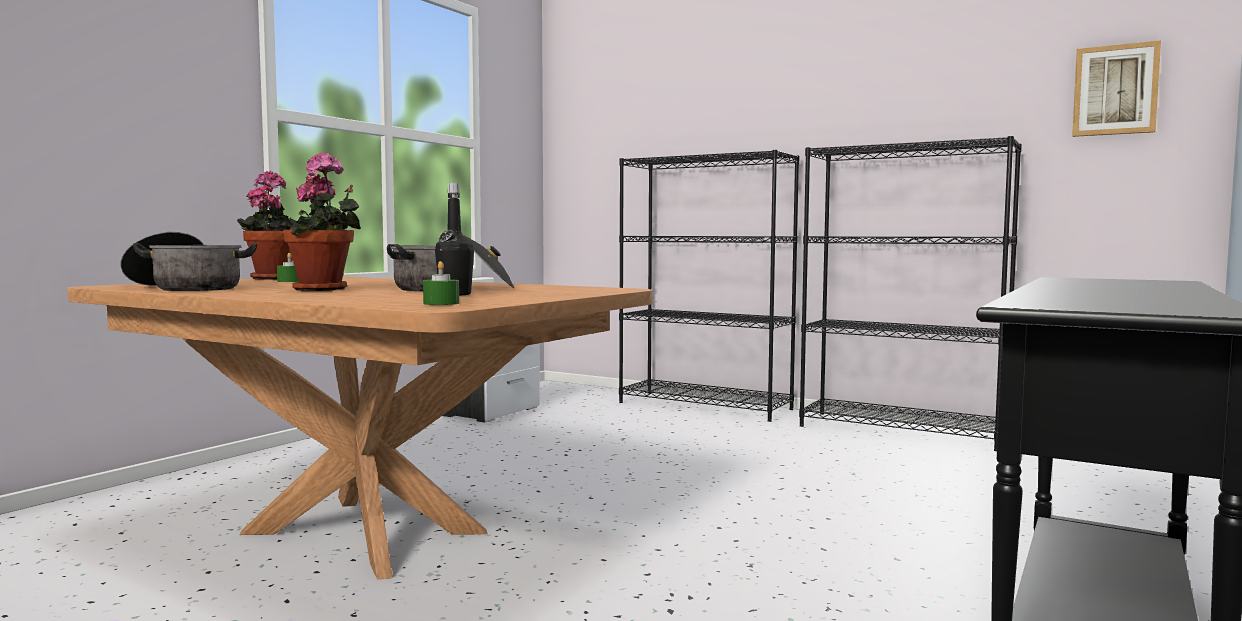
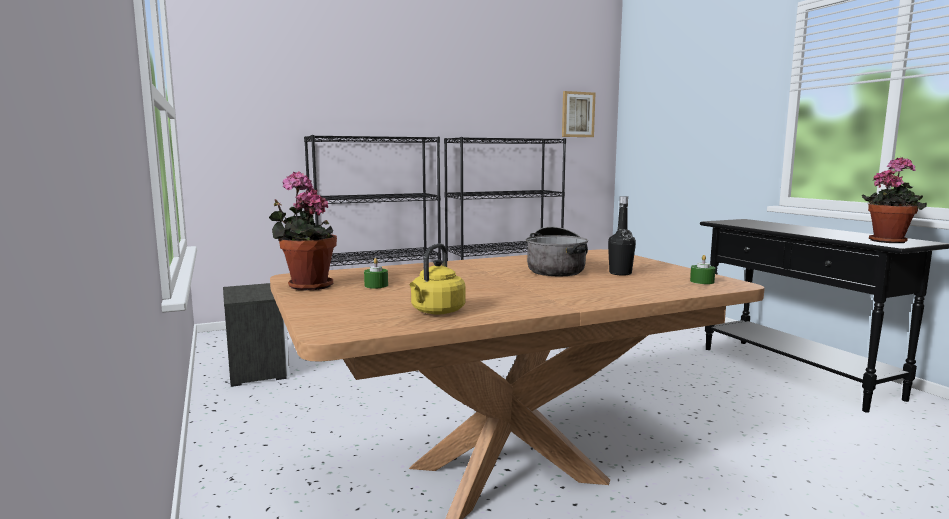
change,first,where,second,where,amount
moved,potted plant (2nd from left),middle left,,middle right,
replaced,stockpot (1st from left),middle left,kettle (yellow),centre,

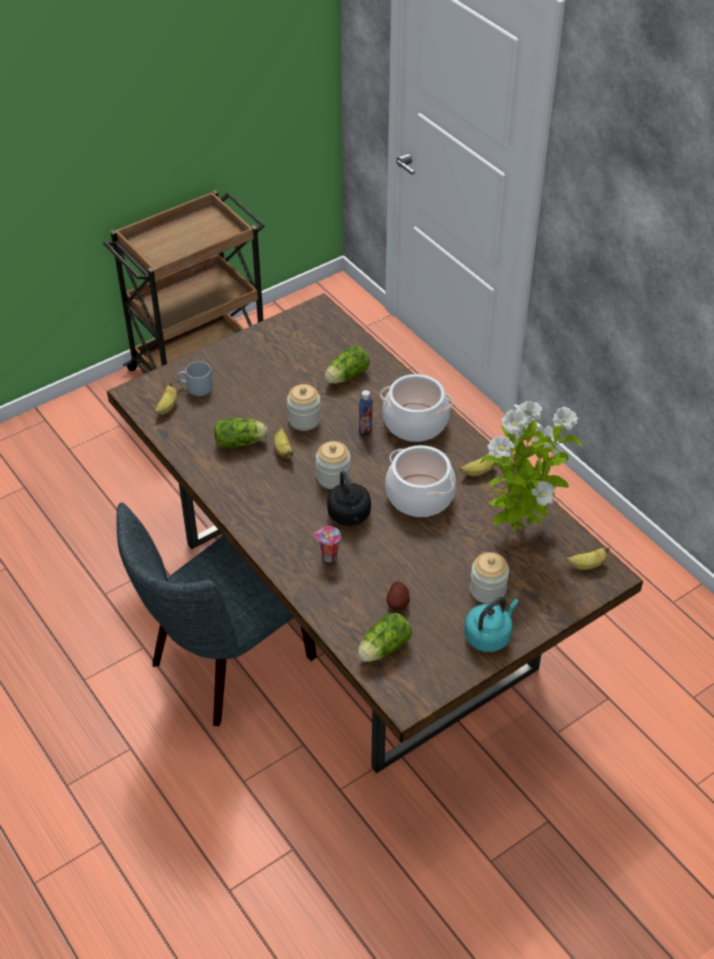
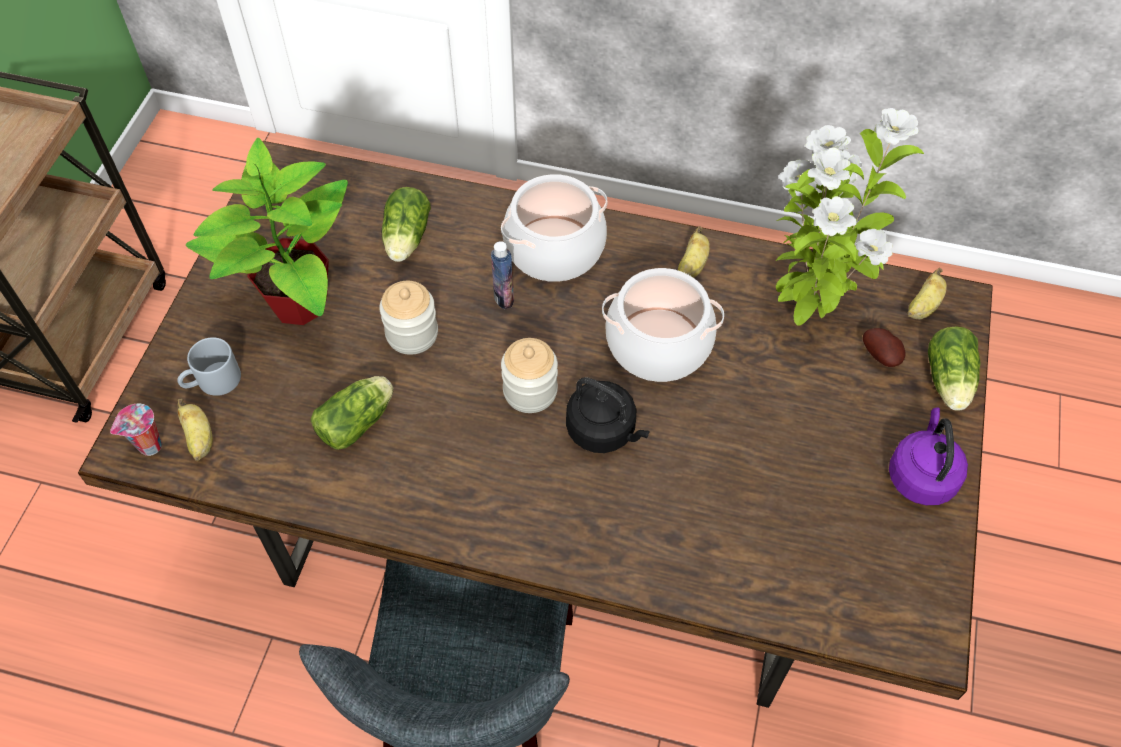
change,first,where,second,where,amount
removed,whole banana (2nd from left),centre,,,
removed,jar (3rd from left),middle right,,,
added,,,potted plant (1st from left),top left,
moved,cup,centre,,middle left,
moved,lettuce (3rd from left),centre,,middle right,
moved,whole potato,centre,,middle right,
recoloured,kettle (turquoise),middle right,kettle (purple),middle right,

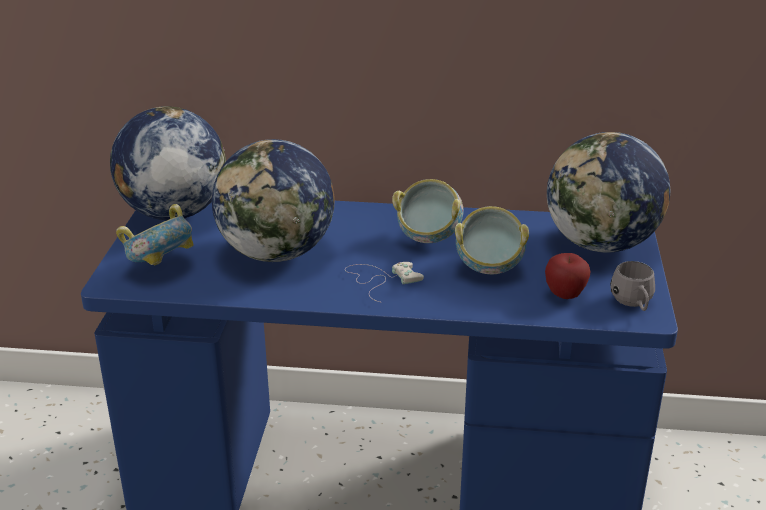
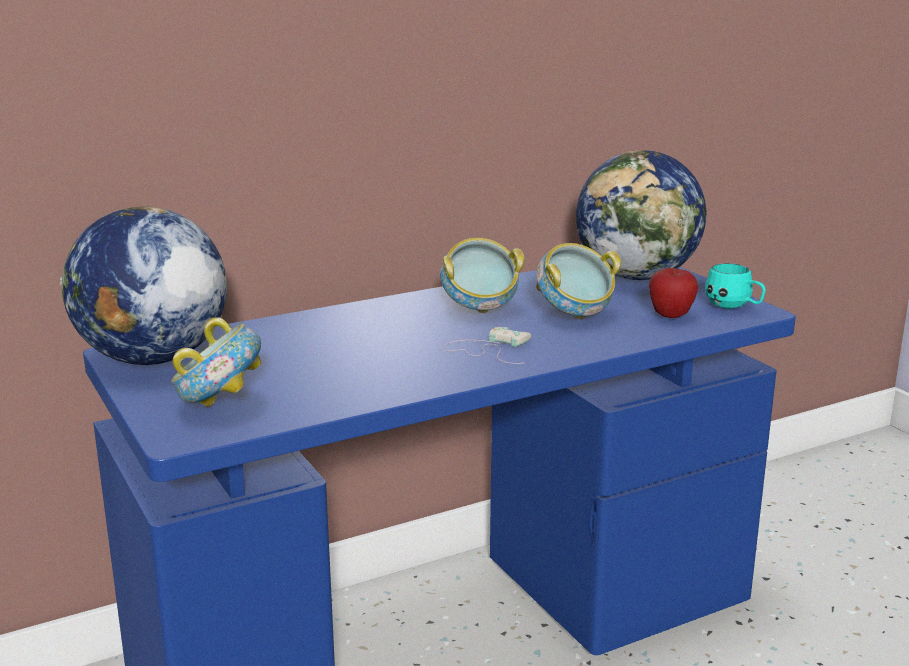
change,first,where,second,where,amount
removed,desk globe (2nd from left),centre,,,
recoloured,coffee mug (greyish),middle right,coffee mug (turquoise),middle right,

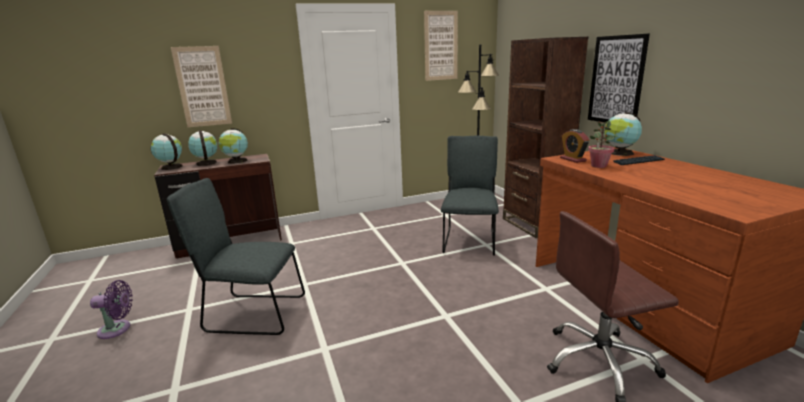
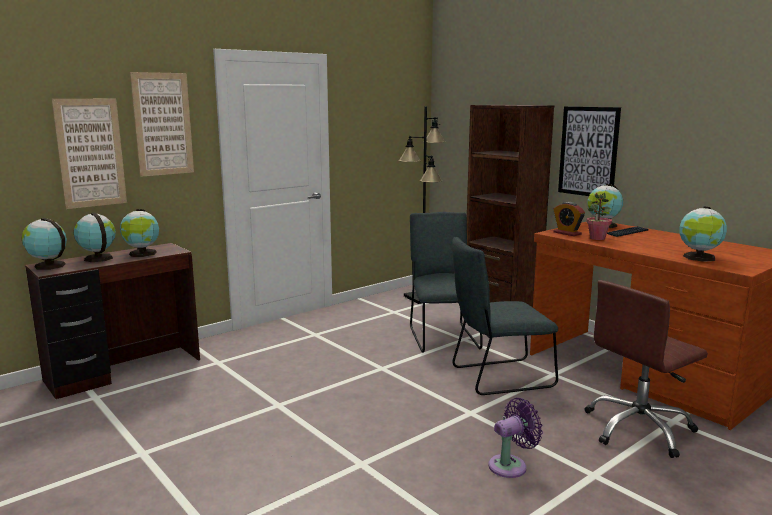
change,first,where,second,where,amount
added,,,desk globe (5th from left),middle right,
moved,fan (purple),bottom left,,bottom right,
moved,upright chair (greyish) (1st from left in the first image),middle left,upright chair (greyish) (2nd from left),centre,
moved,wall art (2nd from left),top centre,,top left,

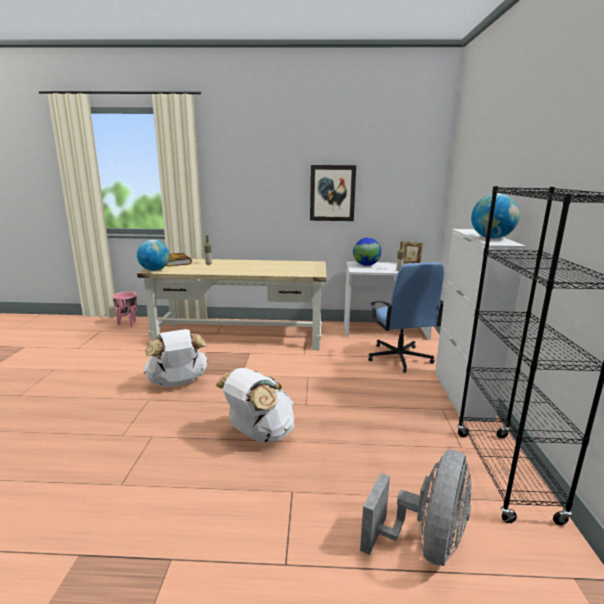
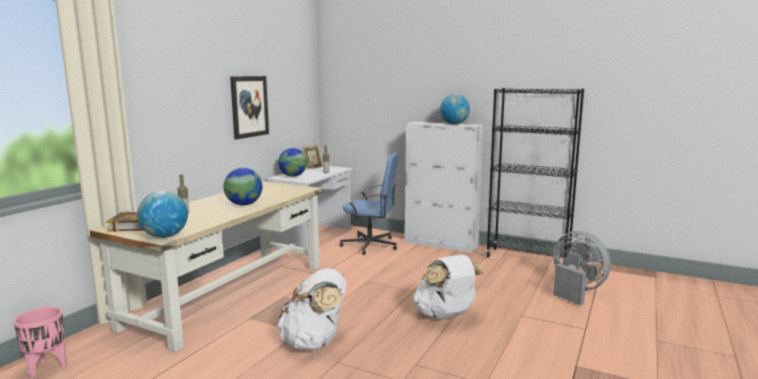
change,first,where,second,where,amount
added,,,desk globe (2nd from left),middle left,

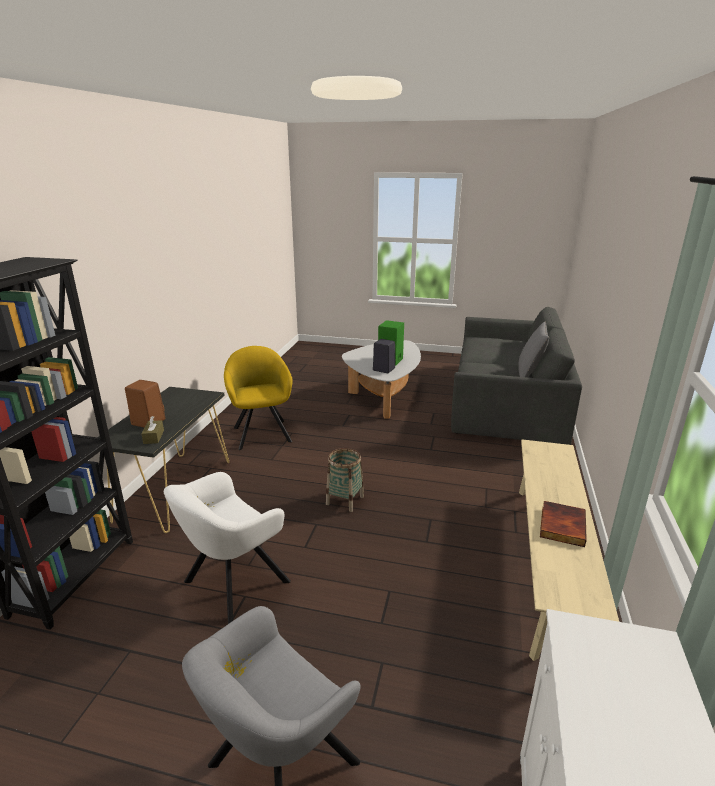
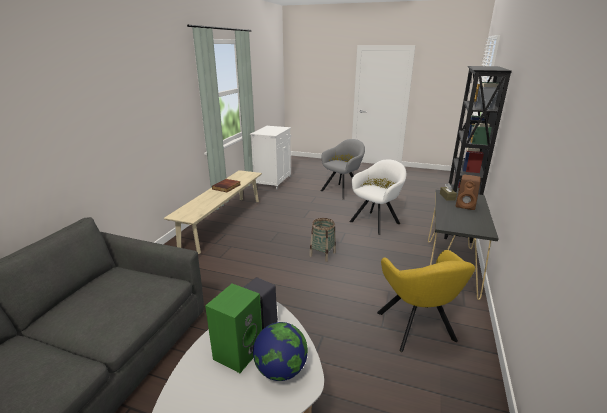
change,first,where,second,where,amount
removed,throw pillow (greyish),middle right,,,
added,,,desk globe,bottom centre,

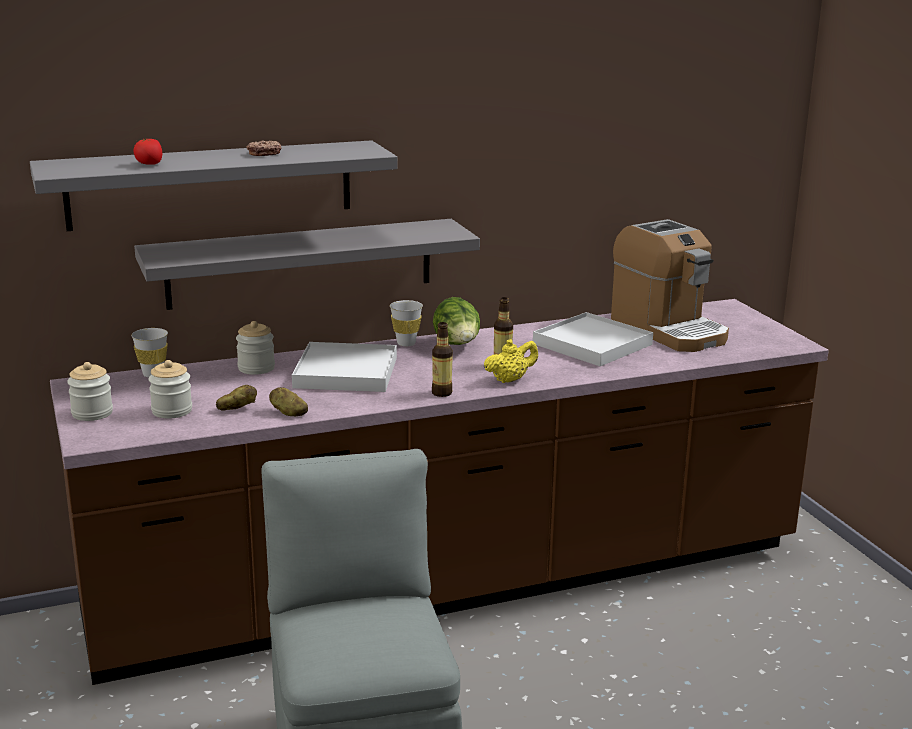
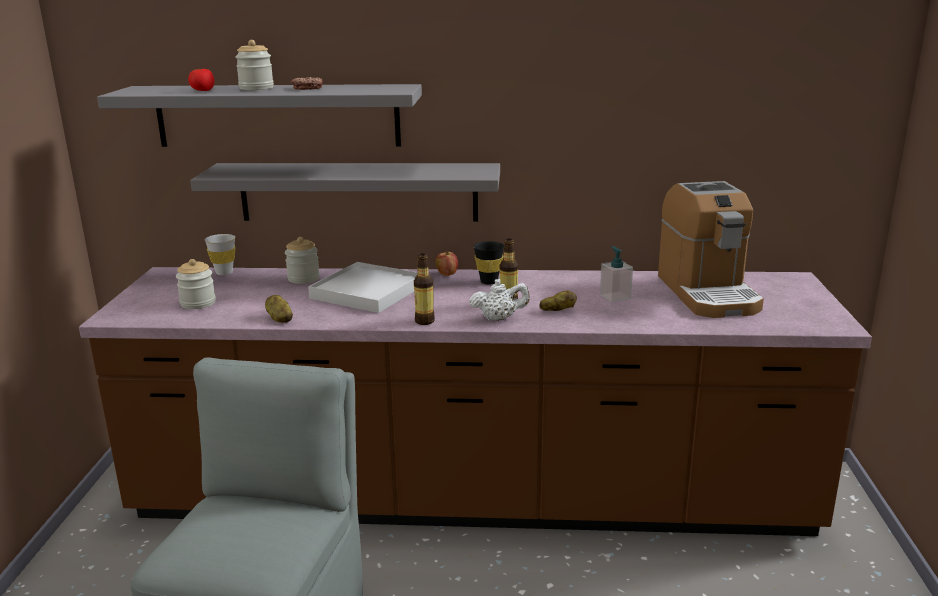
change,first,where,second,where,amount
moved,jar (1st from left in the first image),middle left,jar (2nd from left),top left,
moved,whole potato (1st from left in the first image),middle left,whole potato (2nd from left),centre,
replaced,cup (white) (2nd from left),centre,apple fruit,centre,
replaced,lettuce,centre,cup (black-coloured),centre,
replaced,tray (white) (2nd from left),centre,liquid soap bottle,centre,
recoloured,tea pot (yellow),centre,tea pot (white),centre,

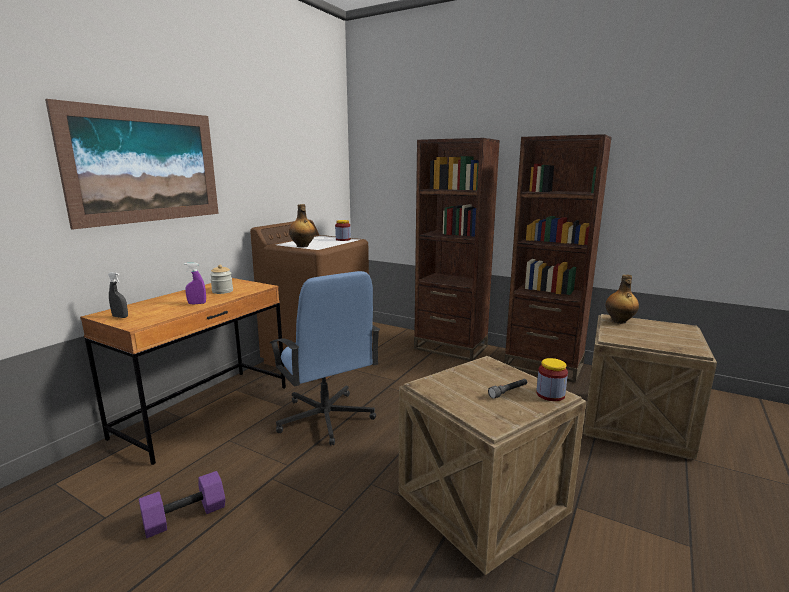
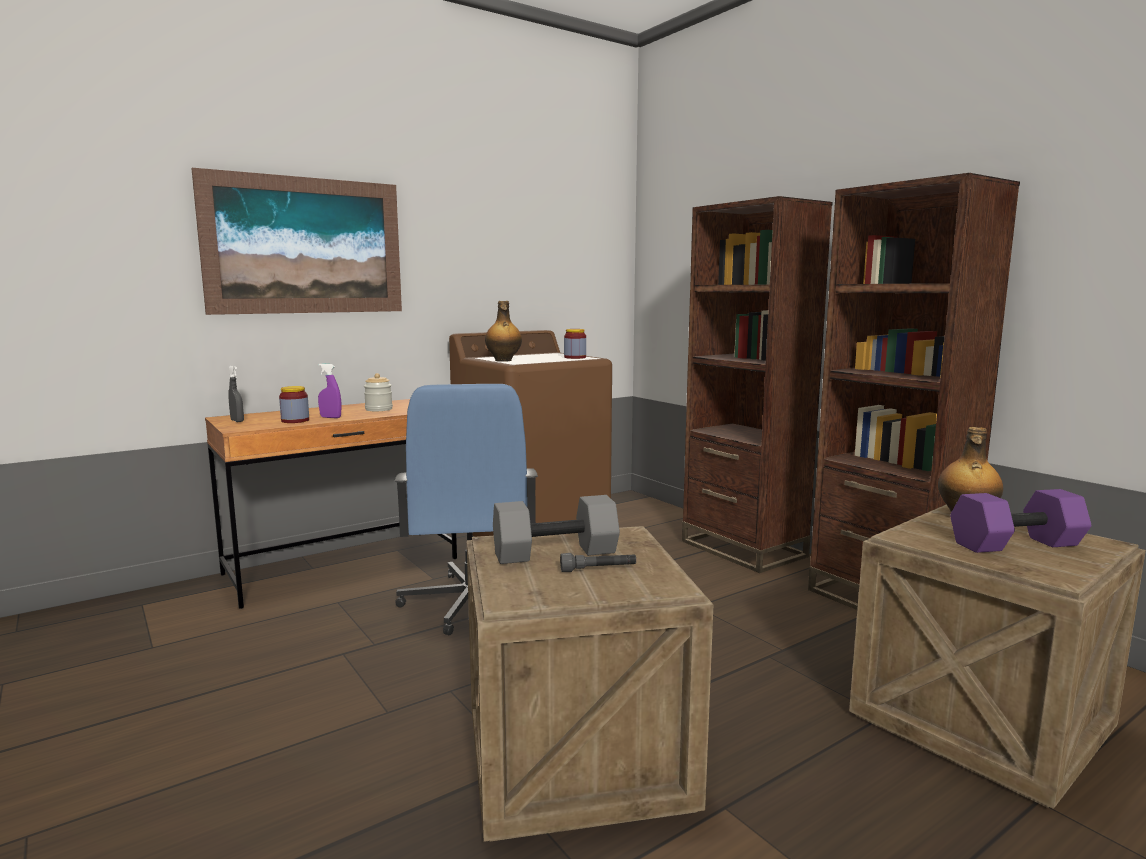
change,first,where,second,where,amount
added,,,dumbbell (greyish),centre,
moved,dumbbell (purple),bottom left,,middle right,
moved,jar (3rd from left in the first image),middle right,jar (1st from left),middle left,

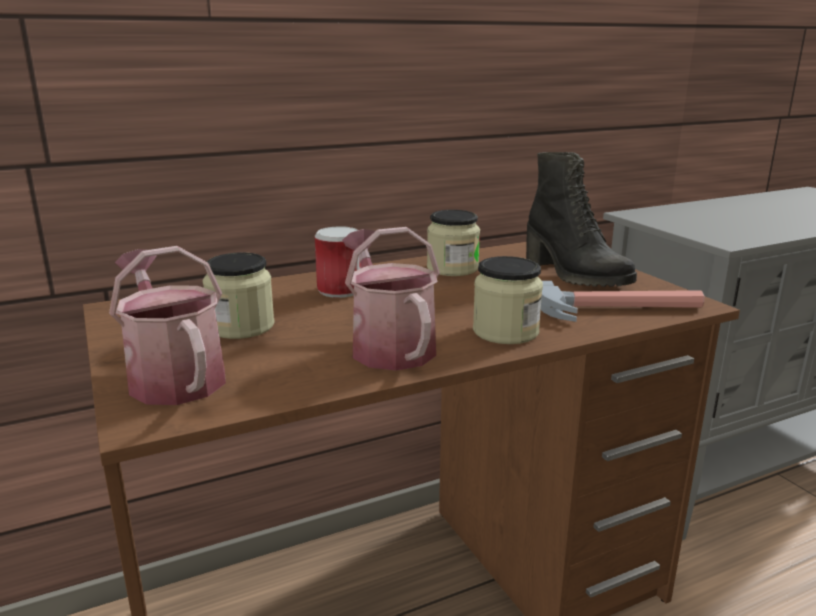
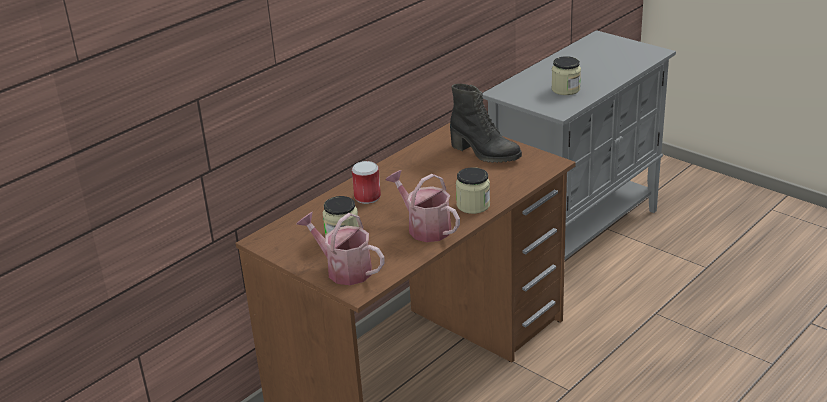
change,first,where,second,where,amount
removed,tool hammer,middle right,,,
moved,jar (2nd from left in the first image),centre,jar (3rd from left),top right,

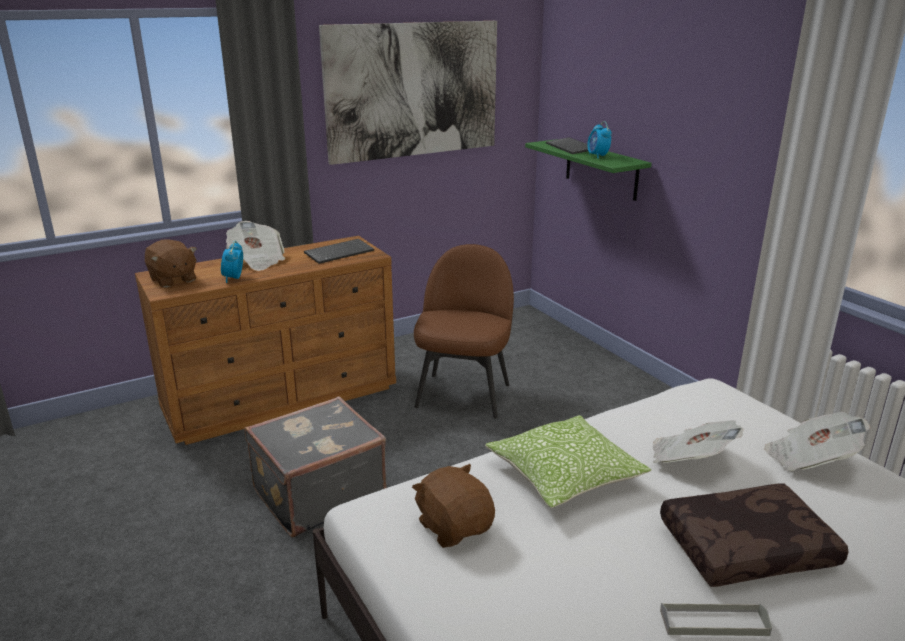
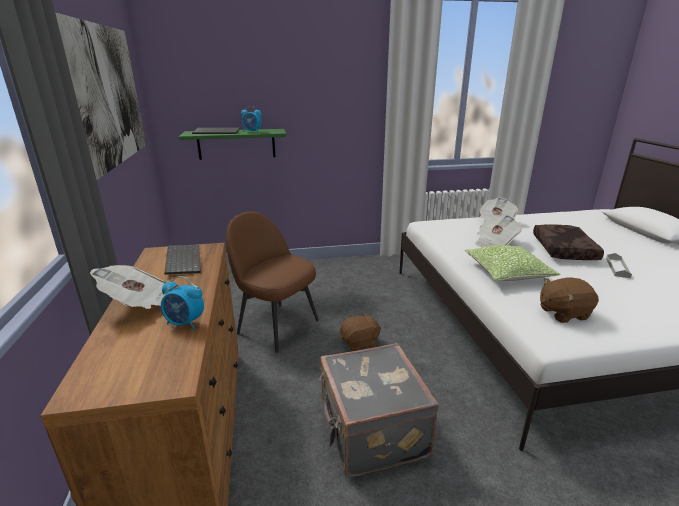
change,first,where,second,where,amount
moved,soft toy (brown-coloured) (1st from left),middle left,,centre,

